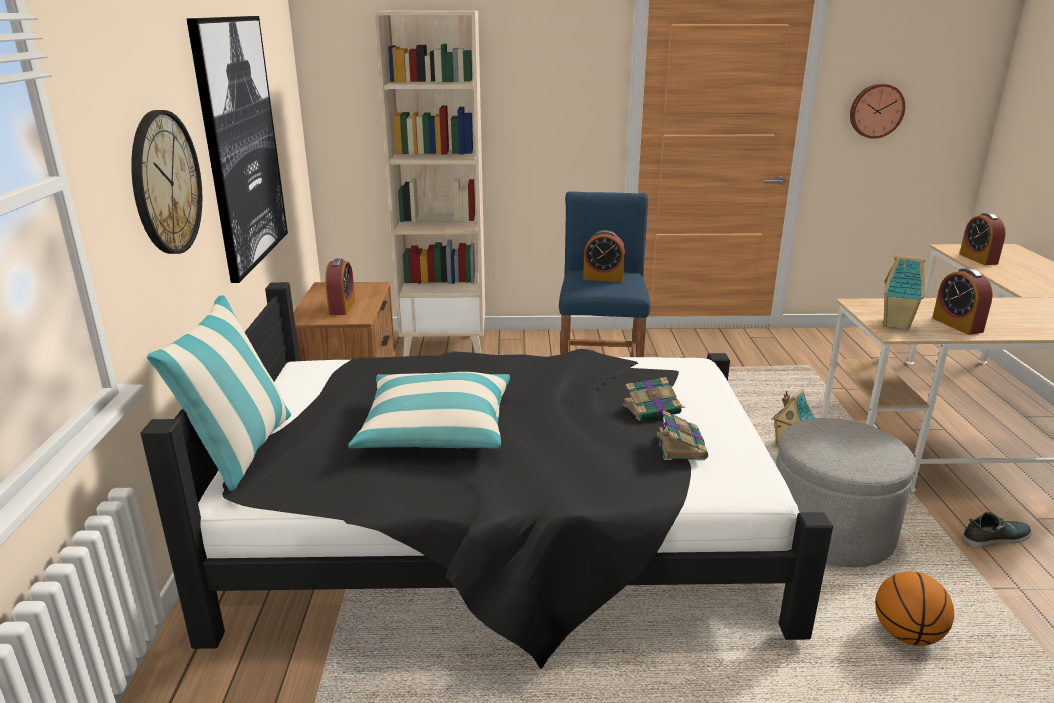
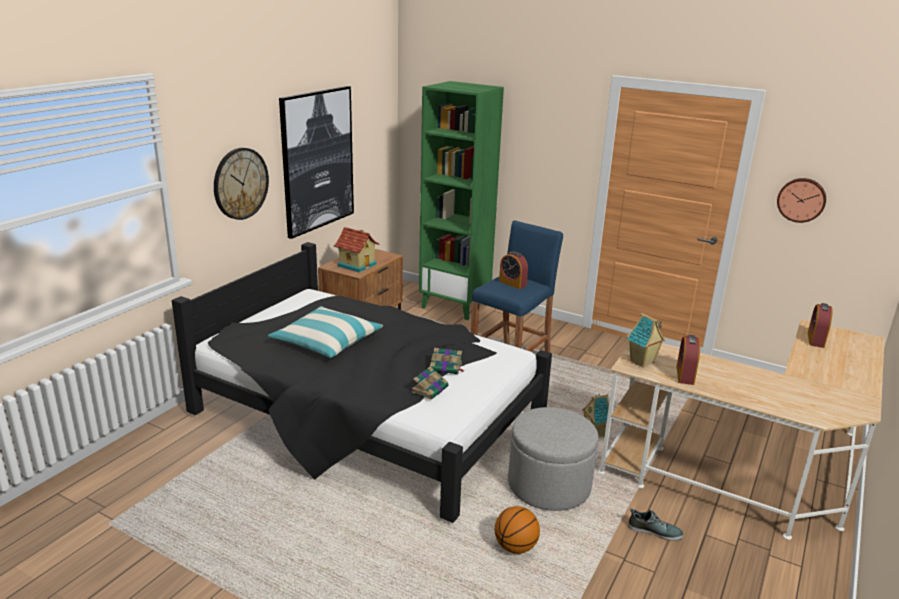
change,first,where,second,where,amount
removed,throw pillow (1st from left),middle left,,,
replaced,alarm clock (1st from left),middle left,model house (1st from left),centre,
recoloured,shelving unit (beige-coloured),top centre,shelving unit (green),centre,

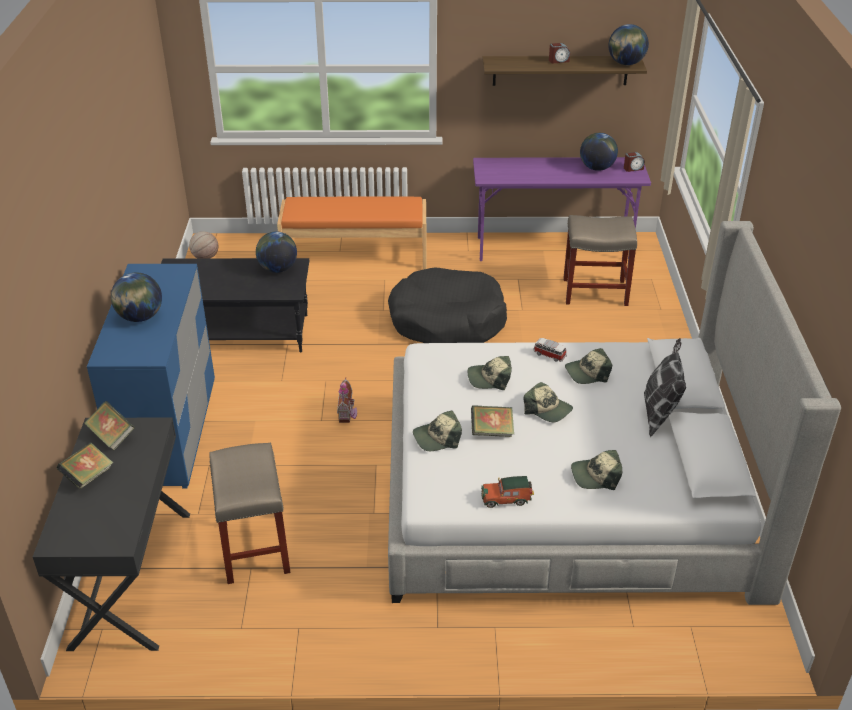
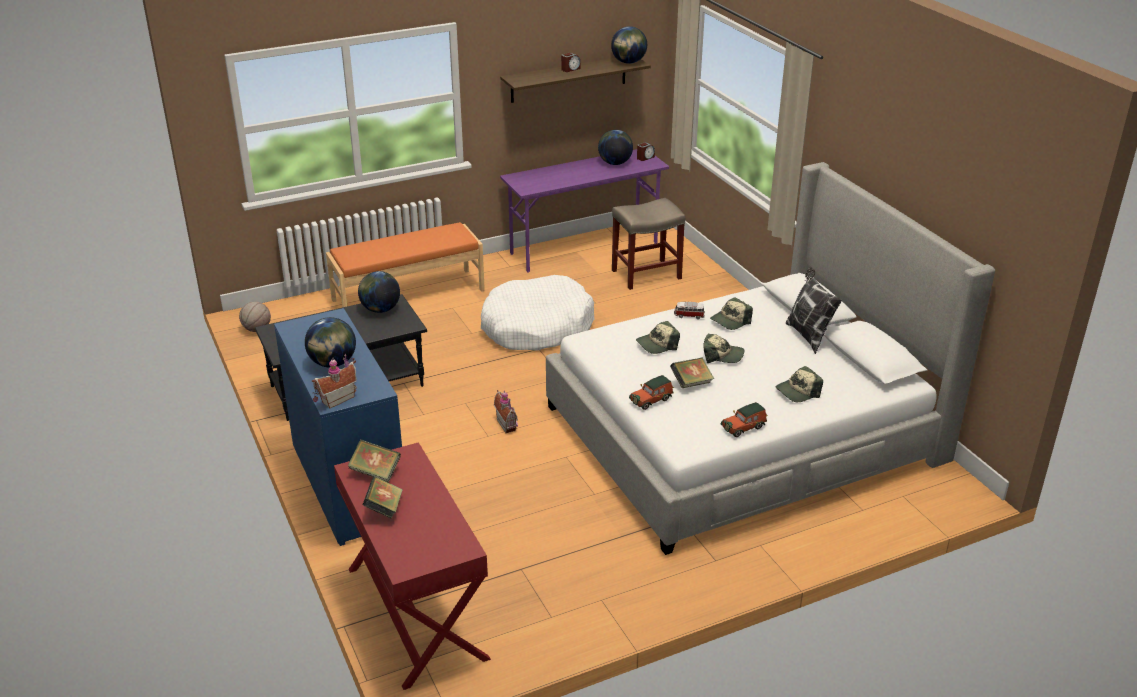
change,first,where,second,where,amount
removed,stool seat (beige-coloured) (1st from left),bottom left,,,
added,,,model house (1st from left),middle left,
replaced,peaked cap (1st from left),centre,model car (1st from left),centre,
recoloured,desk table (black-coloured),bottom left,desk table (red-coloured),bottom centre,
recoloured,dog bed (black-coloured),centre,dog bed (white),centre,

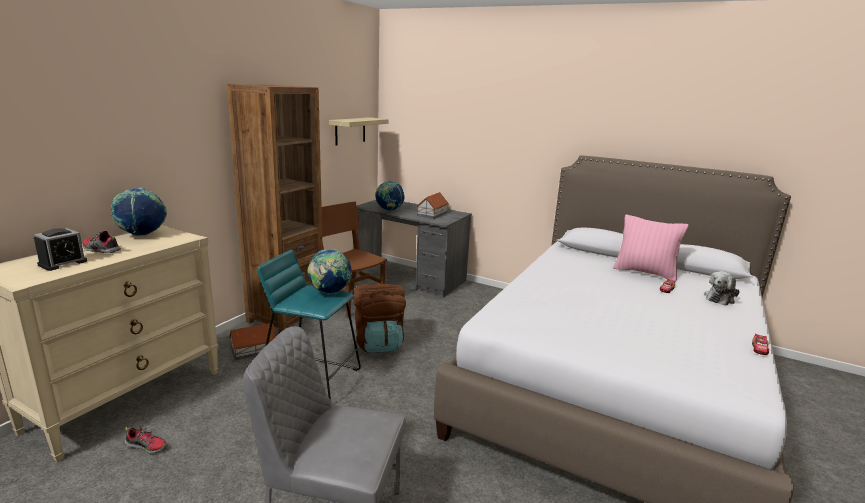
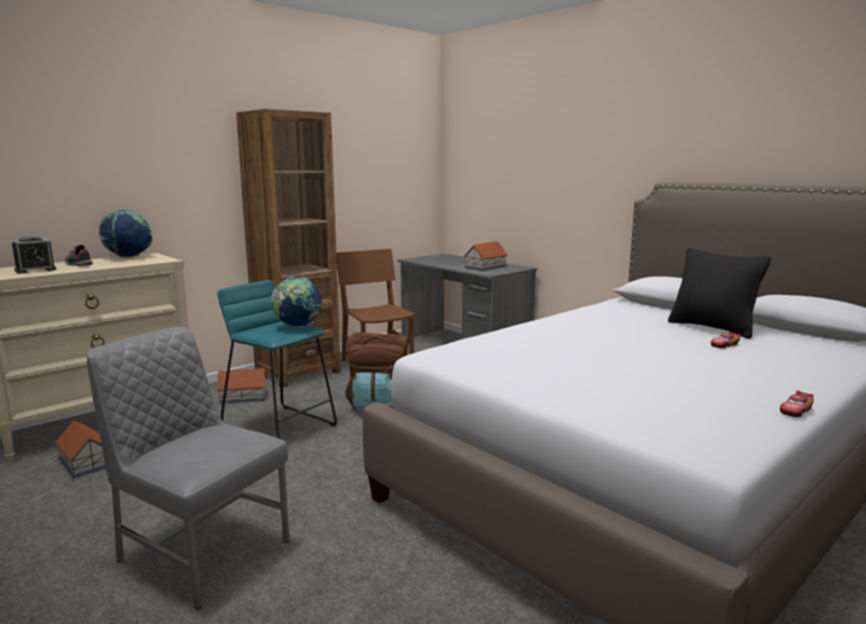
change,first,where,second,where,amount
removed,bracket shelf,top centre,,,
removed,desk globe (3rd from left),centre,,,
removed,soft toy,middle right,,,
replaced,low shoe (2nd from left),bottom left,model house (1st from left),bottom left,
recoloured,throw pillow (pink-coloured),middle right,throw pillow (black-coloured),middle right,

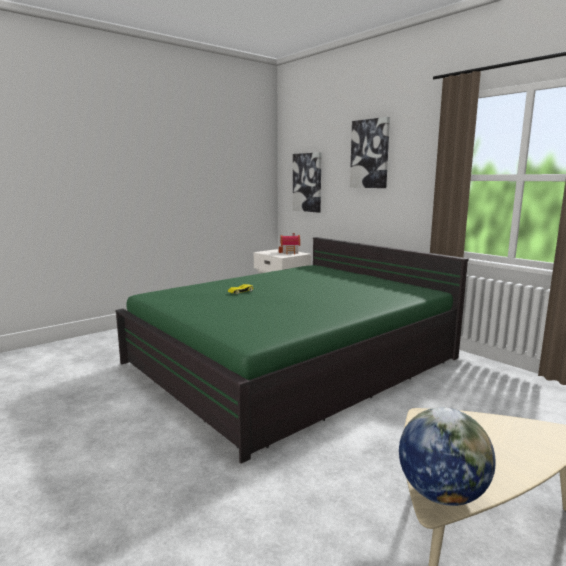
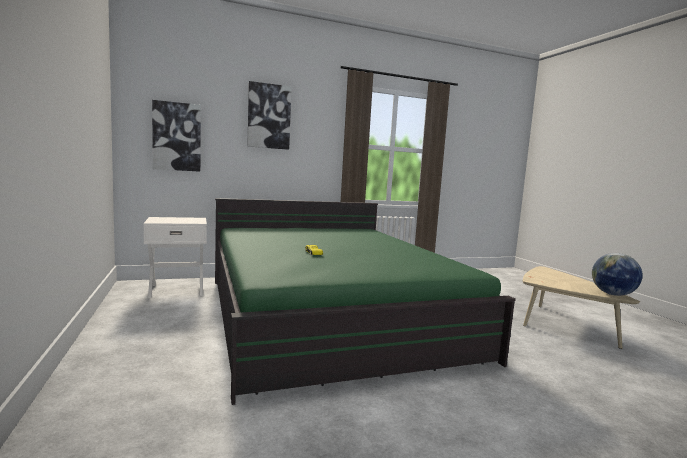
change,first,where,second,where,amount
removed,model house,centre,,,

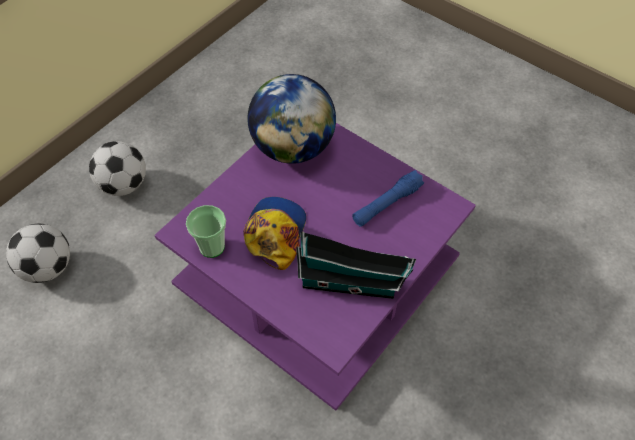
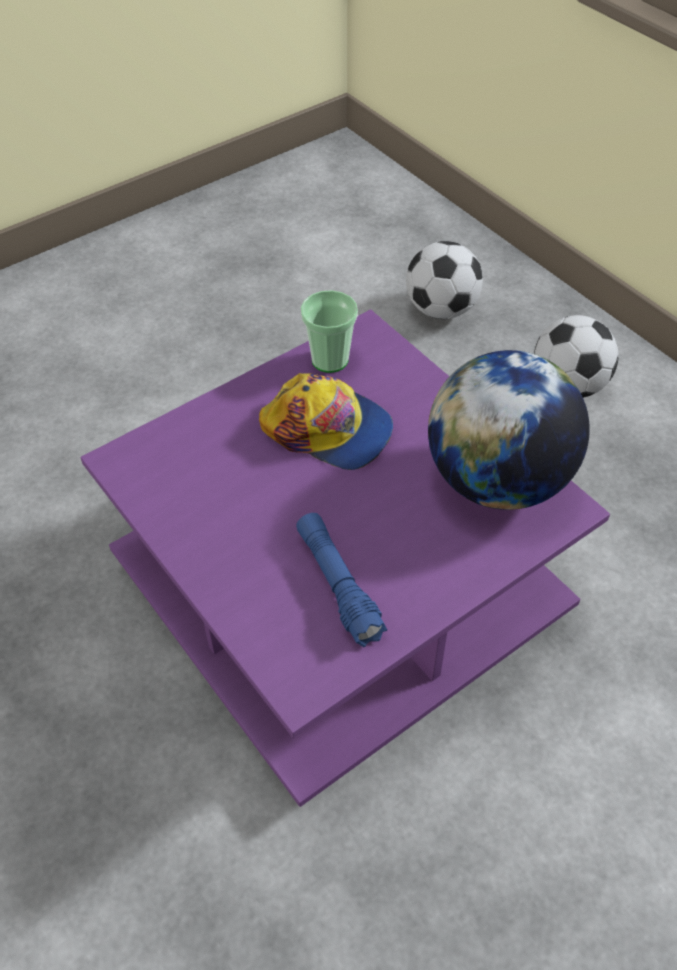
change,first,where,second,where,amount
removed,model house,centre,,,

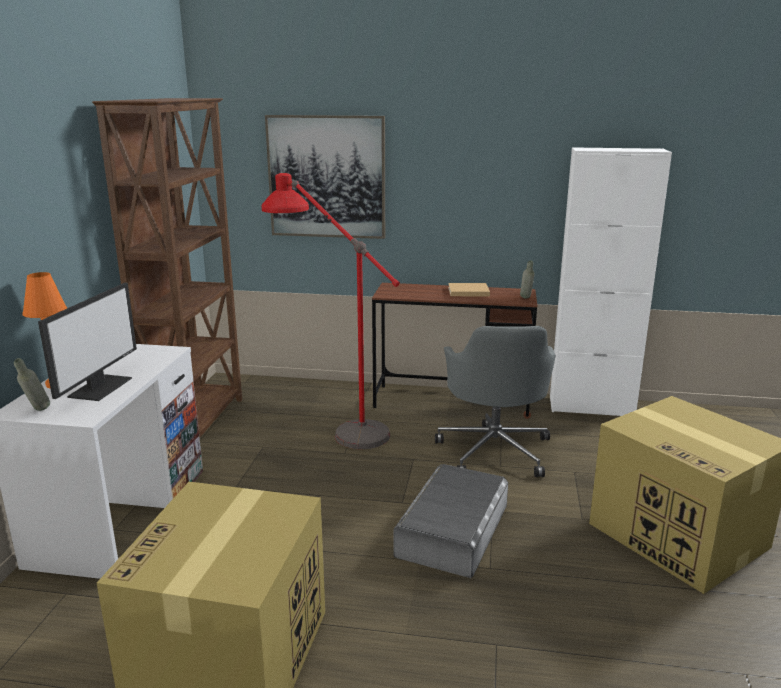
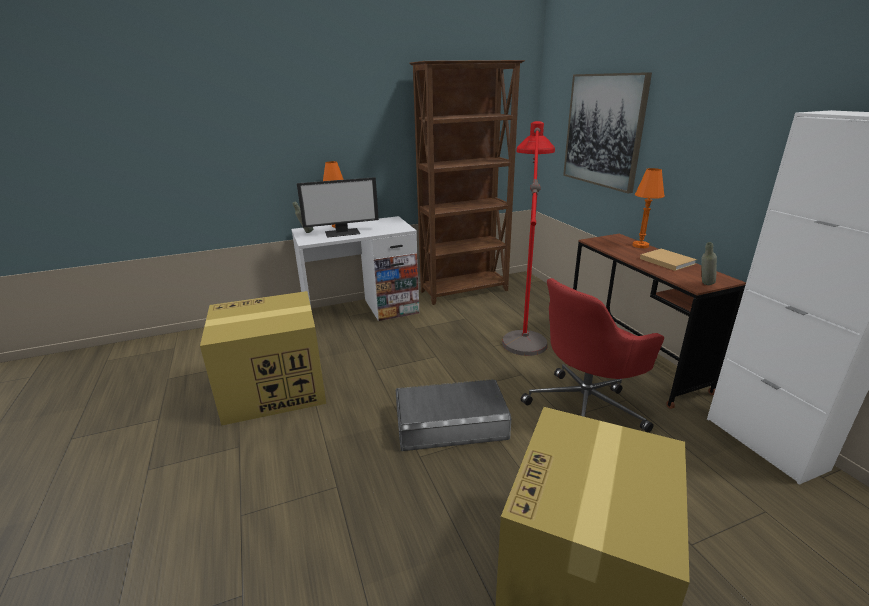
change,first,where,second,where,amount
added,,,tabletop lamp (orangey) (2nd from left),middle right,
recoloured,desk chair (greyish),centre,desk chair (red-coloured),middle right,

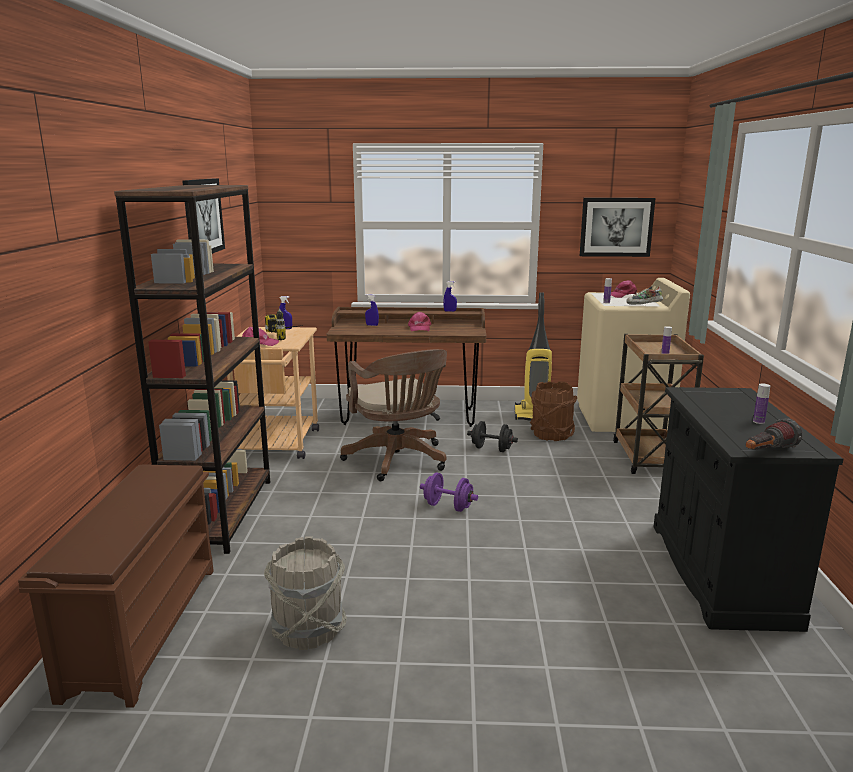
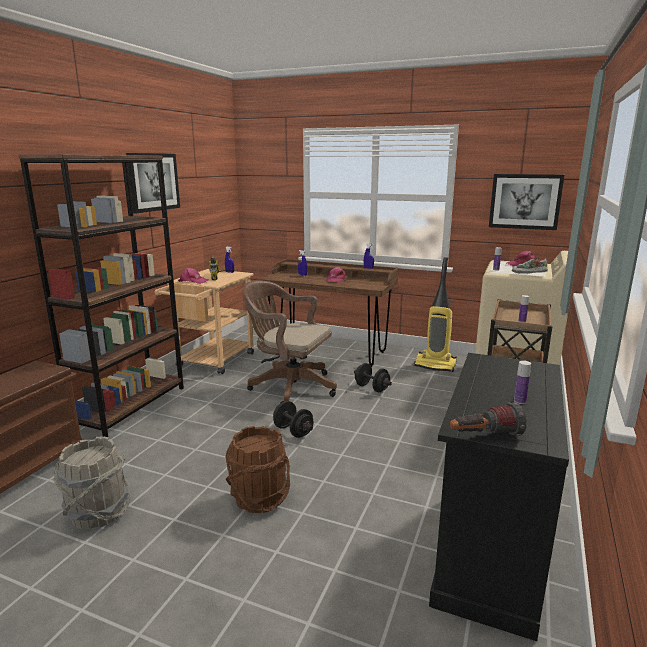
change,first,where,second,where,amount
moved,bucket (brown-coloured),centre,,bottom centre,
recoloured,dumbbell (purple),centre,dumbbell (black-coloured) (1st from left),centre,
turned,desk chair (brown-coloured),centre,,centre,120 degrees clockwise

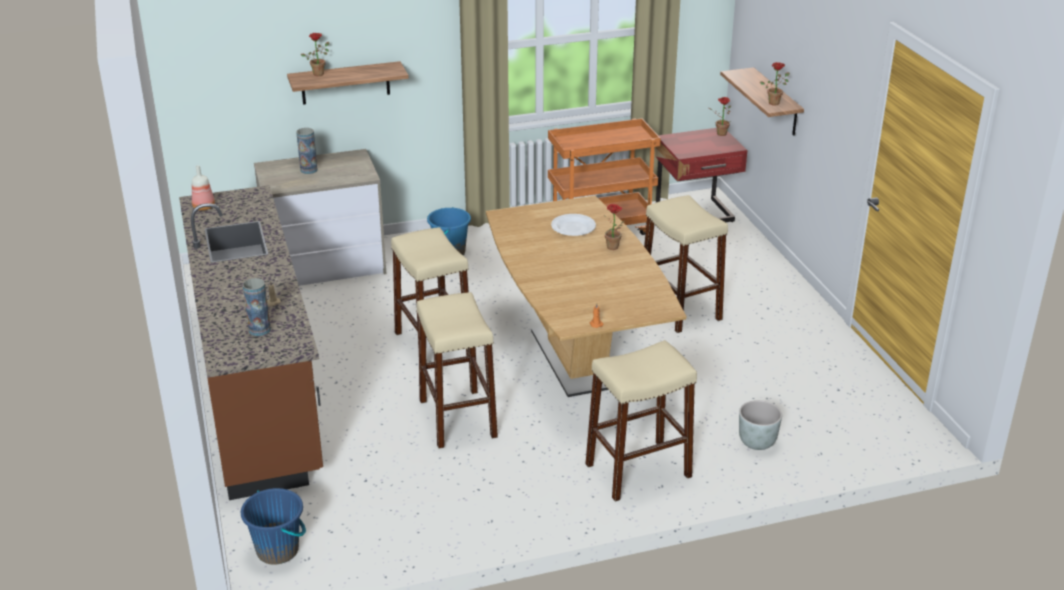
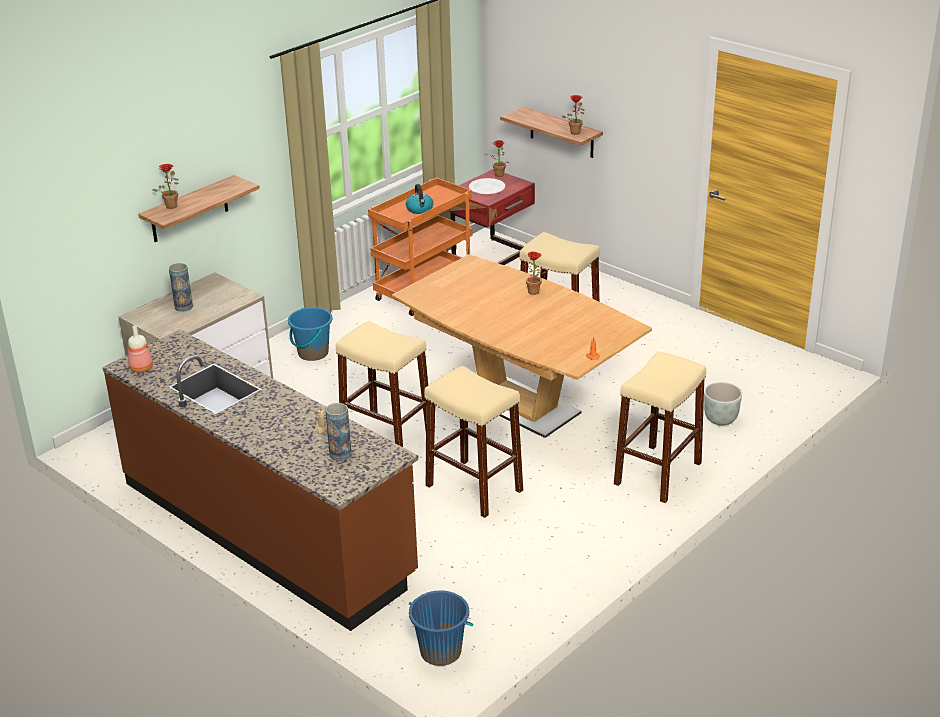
change,first,where,second,where,amount
added,,,kettle,top centre,
moved,plate (white),centre,,top centre,

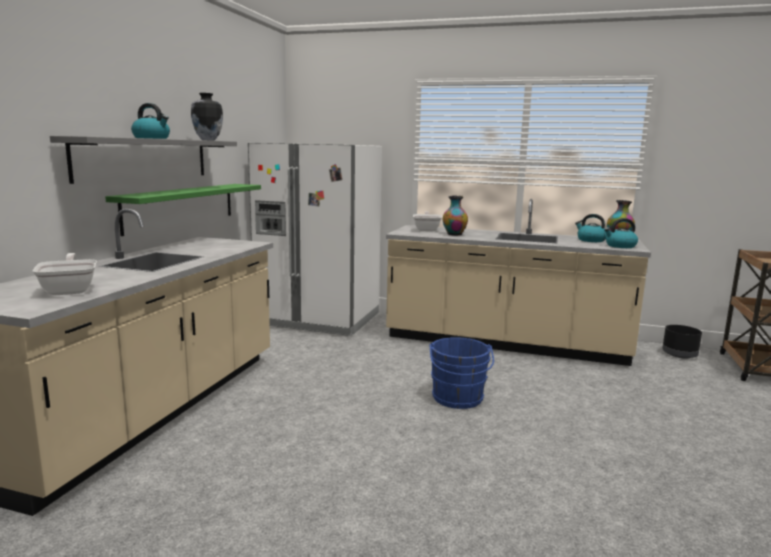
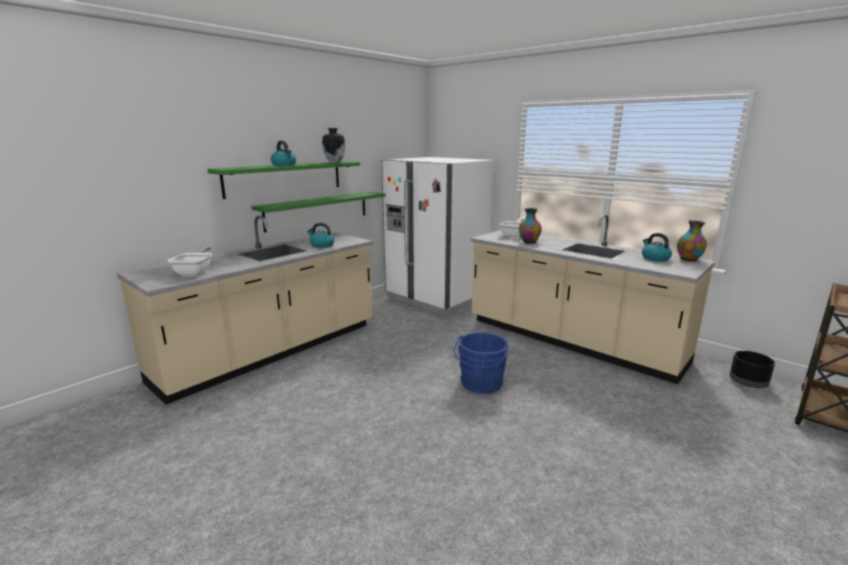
change,first,where,second,where,amount
moved,kettle (3rd from left in the first image),middle right,kettle (2nd from left),centre,
recoloured,bracket shelf (greyish),top left,bracket shelf (green) (1st from left),top centre,

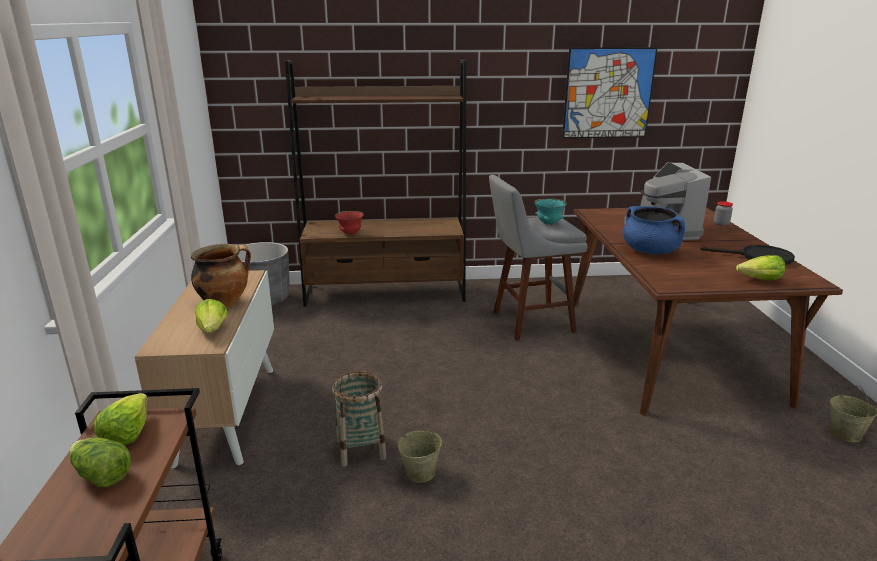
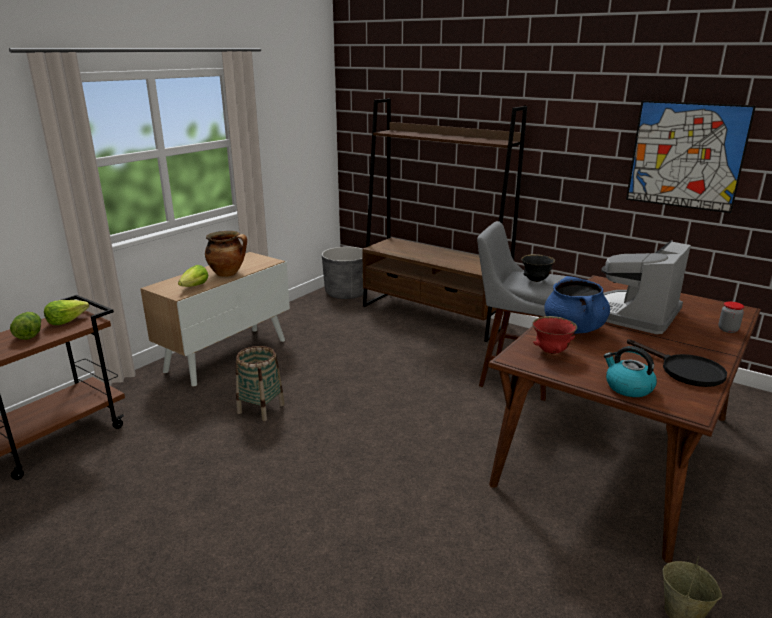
change,first,where,second,where,amount
removed,bucket (beige-coloured) (1st from left),bottom centre,,,
moved,serving bowl (red-coloured),centre,,middle right,
replaced,lettuce (4th from left),middle right,kettle,middle right,
recoloured,serving bowl (turquoise),centre,serving bowl (black-coloured),middle right,

